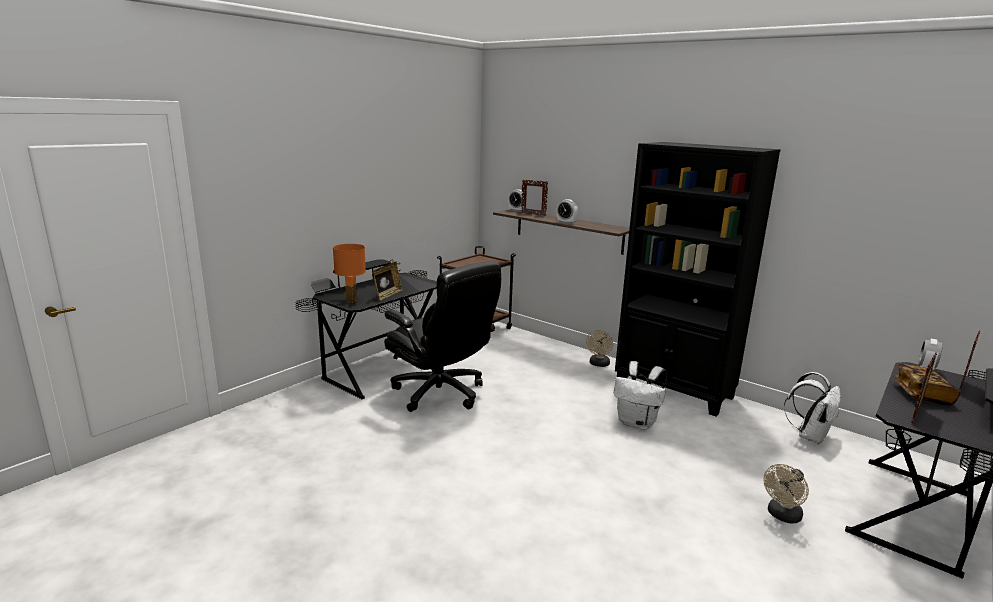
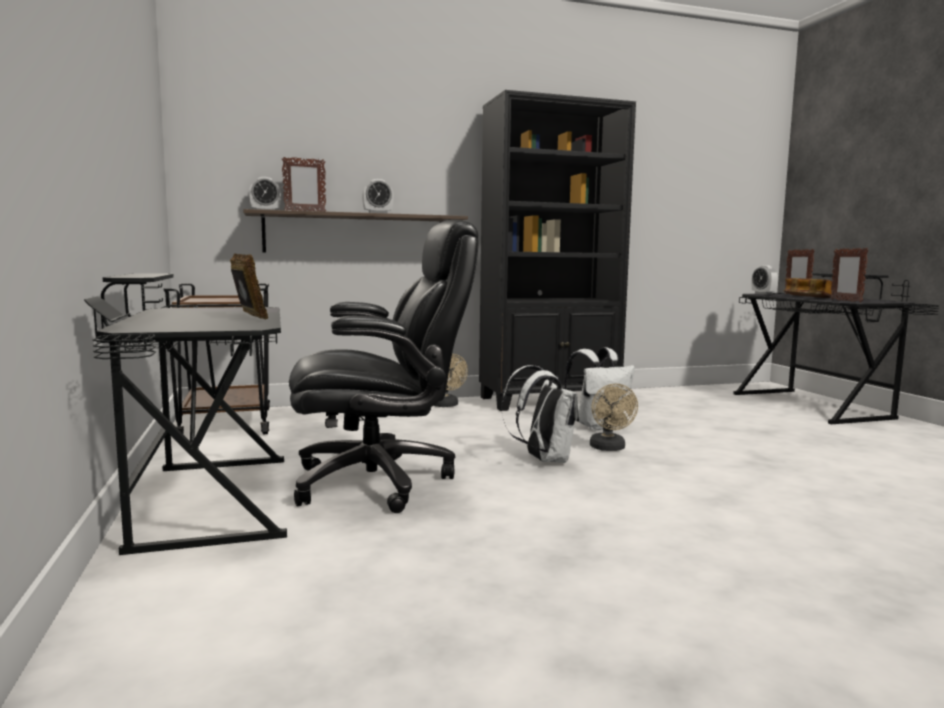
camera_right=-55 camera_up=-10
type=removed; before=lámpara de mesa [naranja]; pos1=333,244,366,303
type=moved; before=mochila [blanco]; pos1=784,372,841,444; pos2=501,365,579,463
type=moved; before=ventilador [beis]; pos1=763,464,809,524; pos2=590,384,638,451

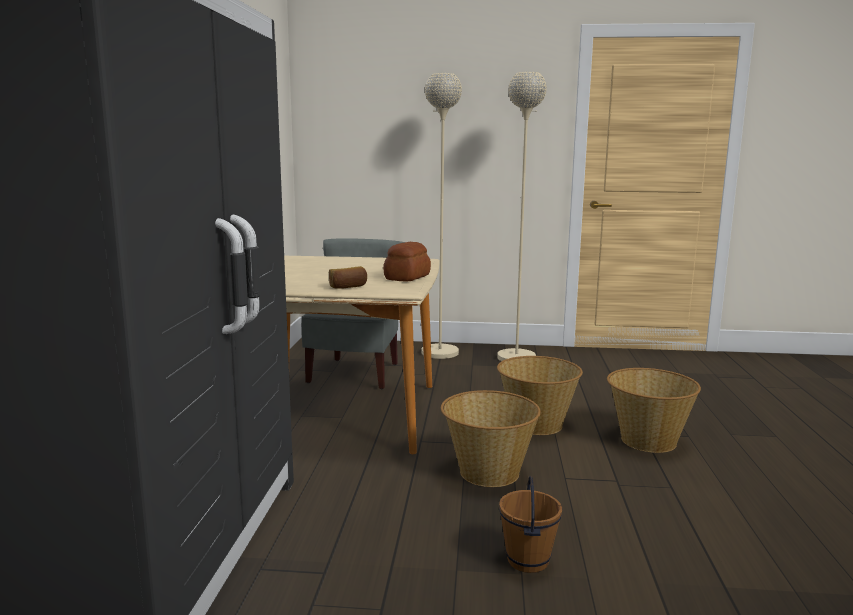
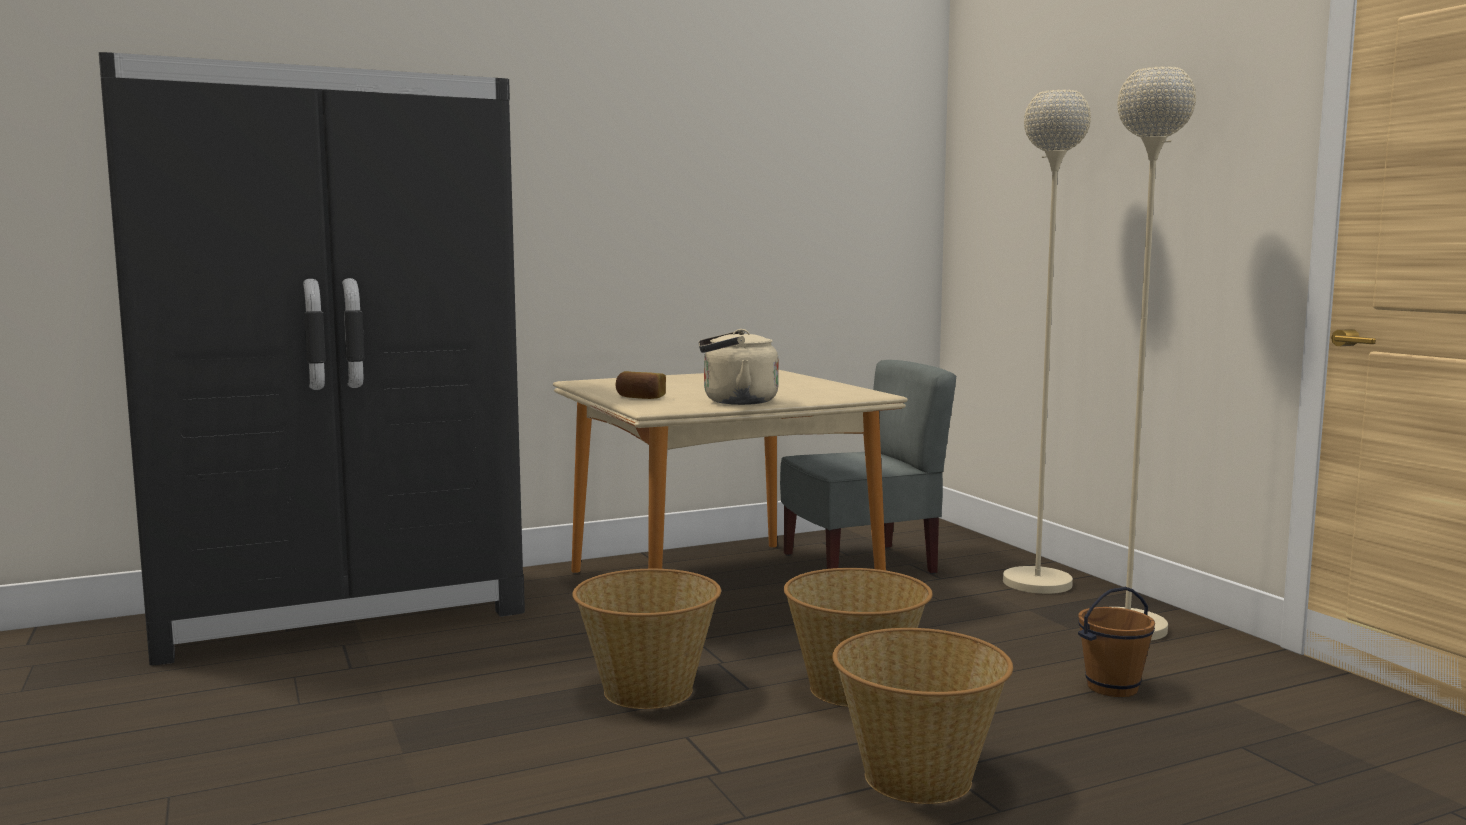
camera_right=60 camera_up=-5
type=replaced; before=pan; after=hervidor [beis]; pos1=383,242,431,281; pos2=698,329,779,405
type=moved; before=cubo [marrón]; pos1=499,476,562,573; pos2=1078,587,1155,697

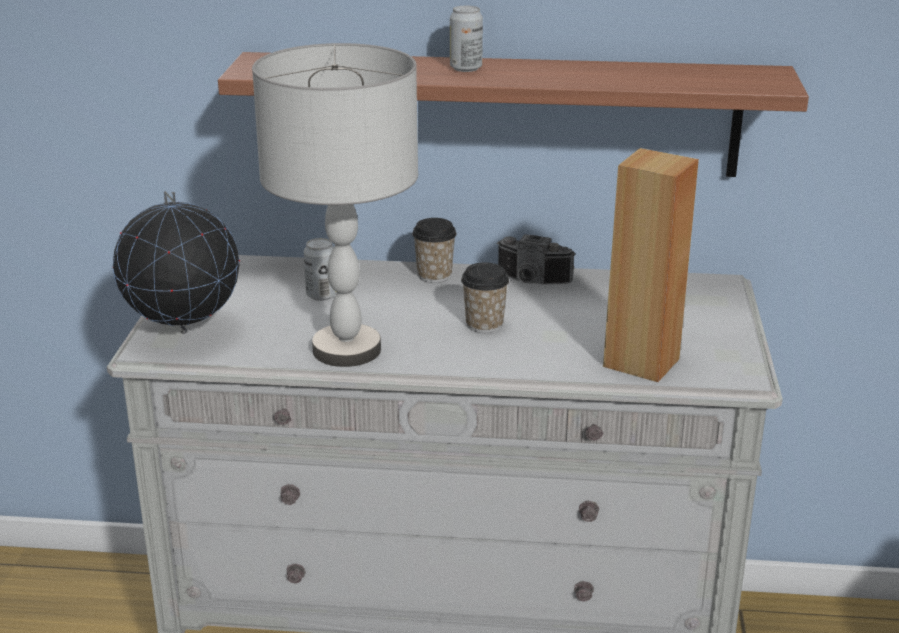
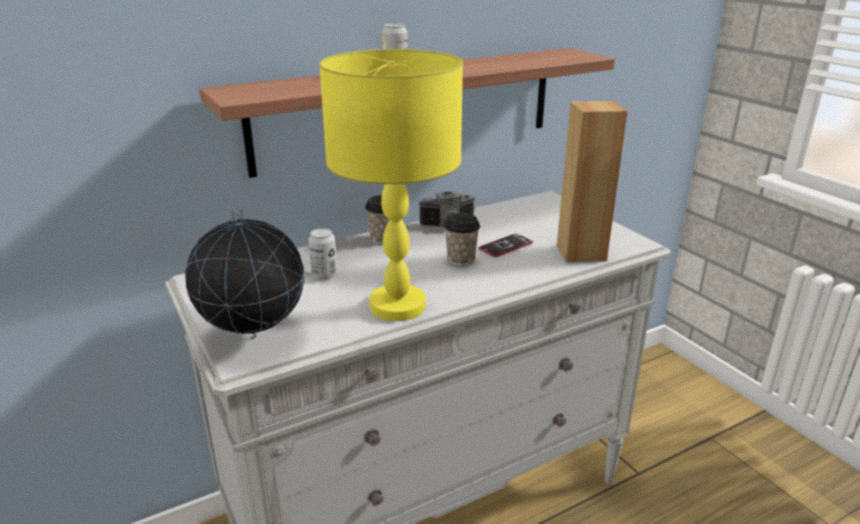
camera_right=-35 camera_up=0
type=recoloured; before=lámpara de mesa [gris]; after=lámpara de mesa [amarillo]; pos1=252,43,418,367; pos2=319,49,463,321
type=added; after=móvil; pos2=478,234,533,257

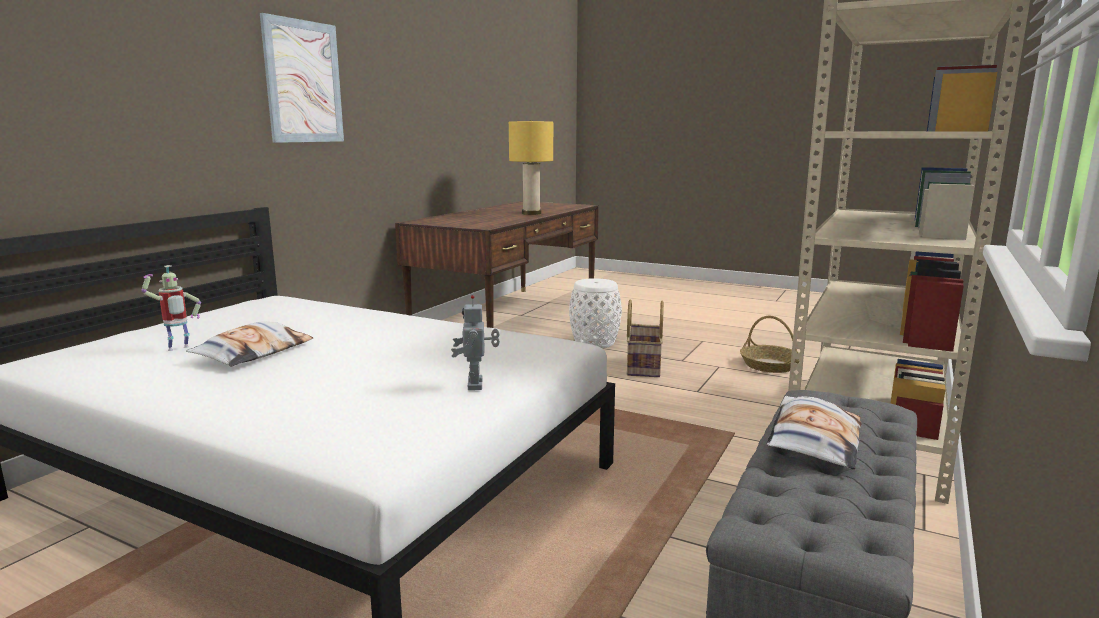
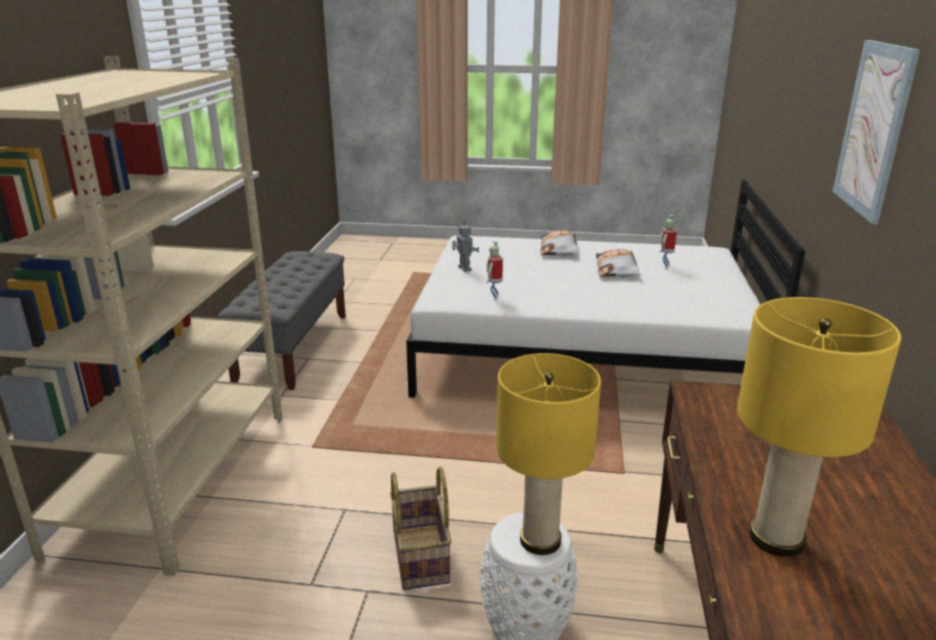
camera_right=160 camera_up=10
type=removed; before=cesta; pos1=740,316,799,373
type=moved; before=cojín; pos1=767,396,862,469; pos2=541,230,577,255
type=added; after=robot de juguete; pos2=486,241,503,300
type=added; after=lámpara de mesa [amarillo]; pos2=496,353,601,555

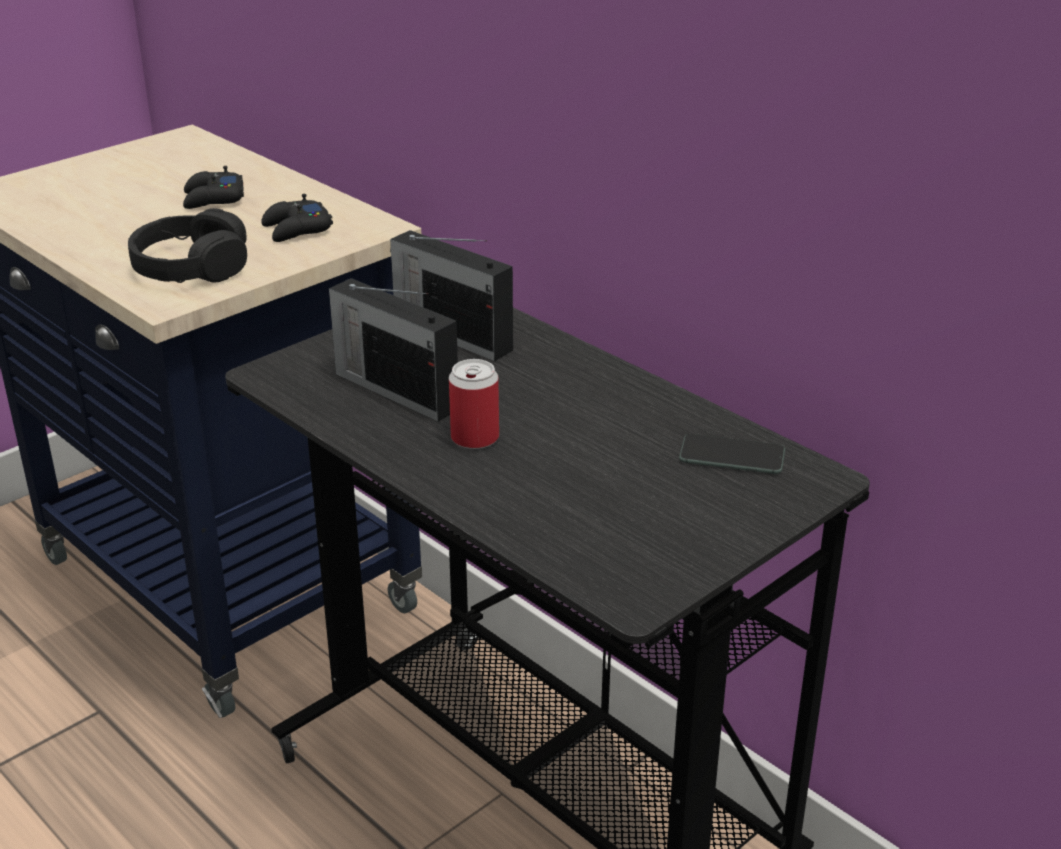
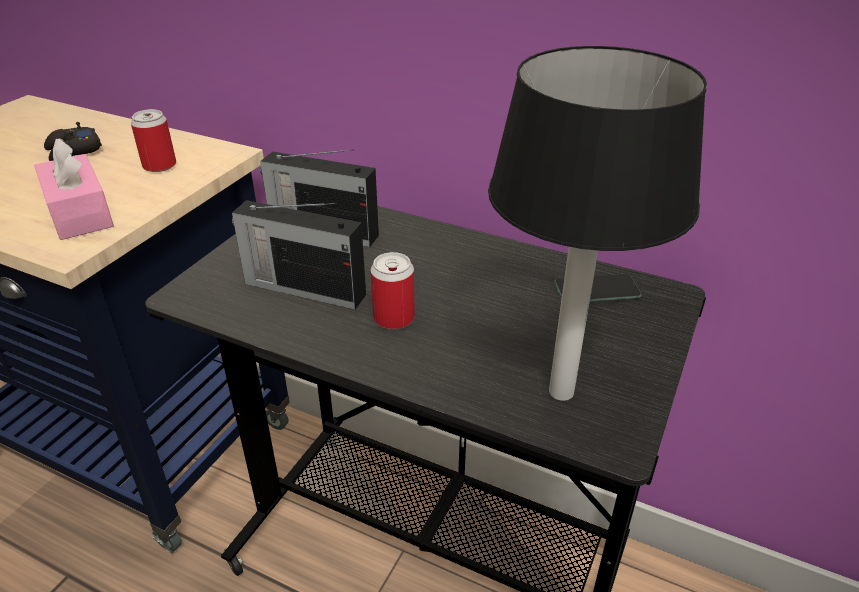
camera_right=-20 camera_up=5
type=replaced; before=mando de consola [negro]; after=lata; pos1=261,194,333,242; pos2=131,109,176,172
type=replaced; before=auriculares [negro]; after=caja de pañuelos [rosa]; pos1=128,208,247,283; pos2=34,138,114,240
type=added; after=lámpara de mesa; pos2=488,46,707,401

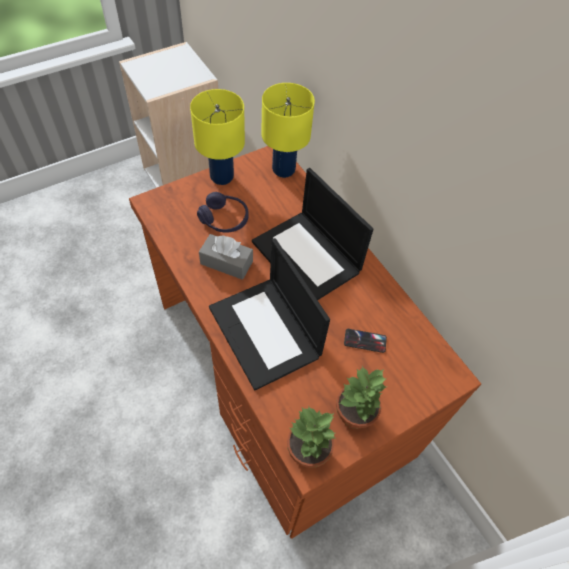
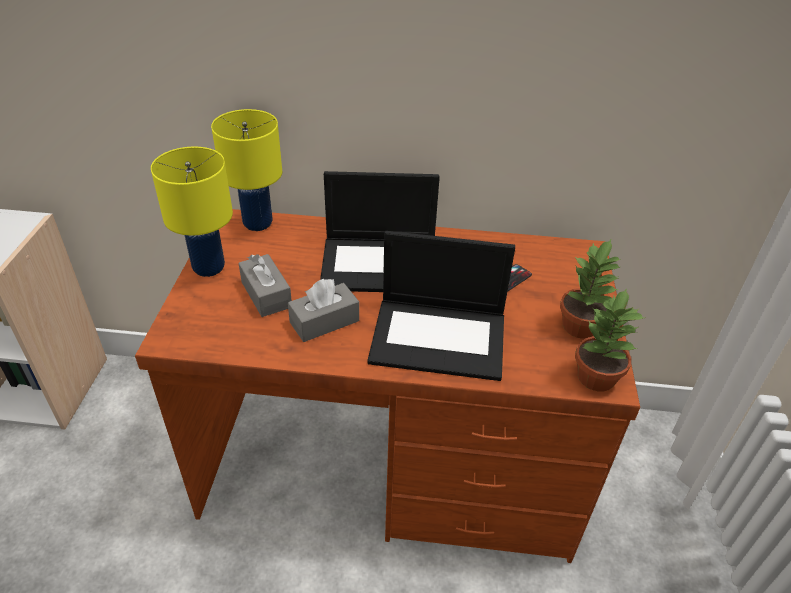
camera_right=-50 camera_up=-15
type=replaced; before=auriculares [morado]; after=caja de pañuelos [gris]; pos1=197,192,249,233; pos2=239,254,292,317

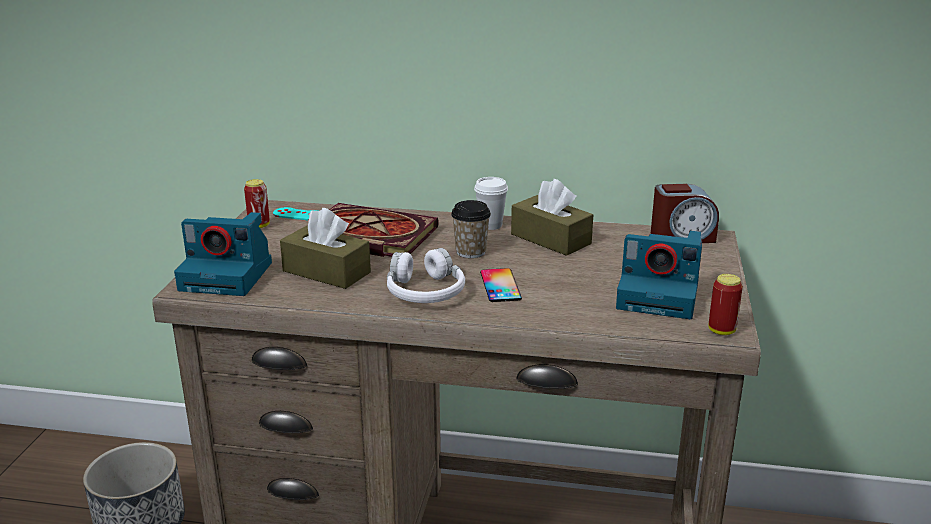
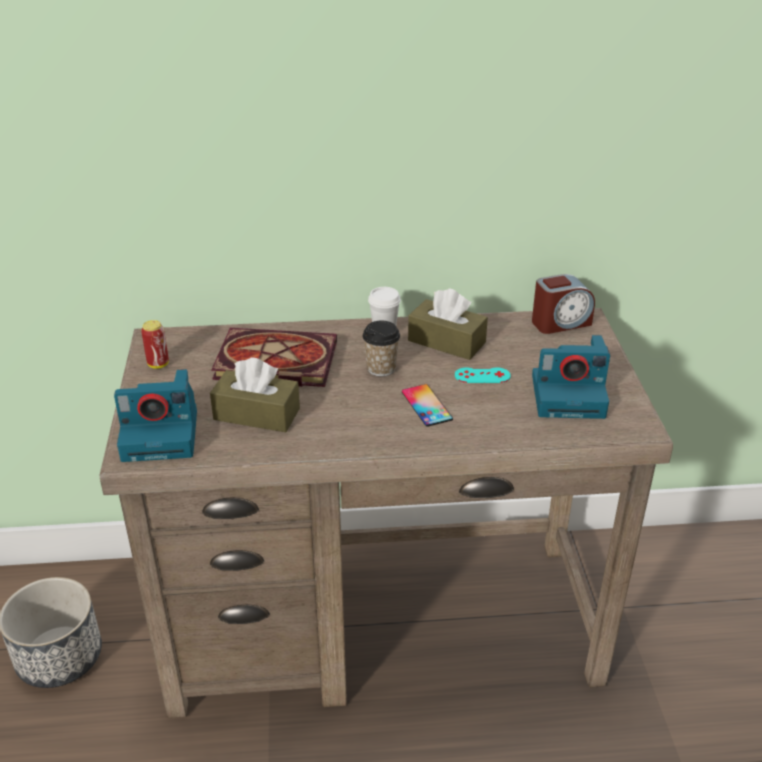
camera_right=-15 camera_up=10
type=moved; before=mando de consola [turquesa]; pos1=273,207,318,221; pos2=455,367,511,383
type=removed; before=auriculares [blanco]; pos1=387,248,465,303
type=removed; before=lata; pos1=709,274,743,335

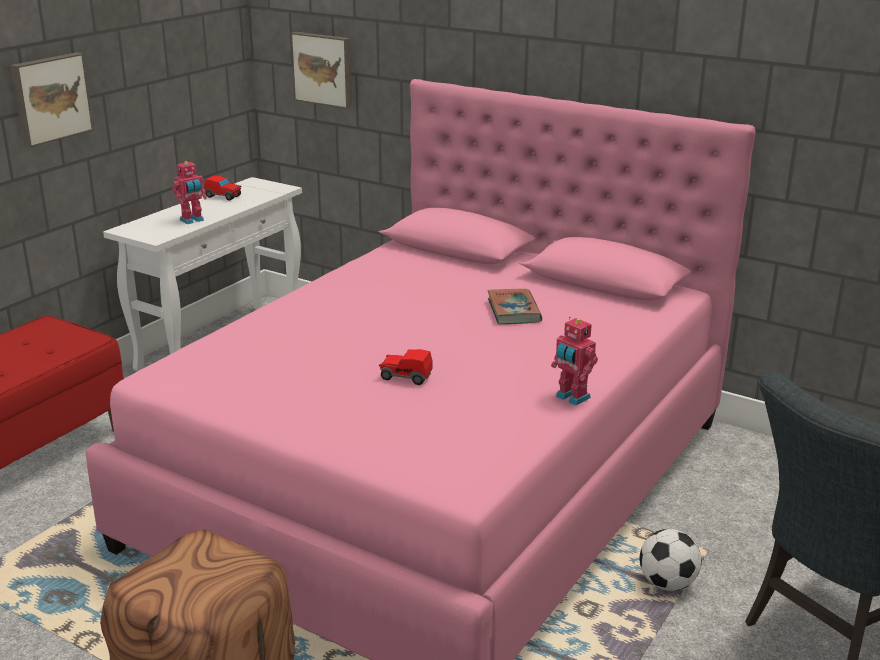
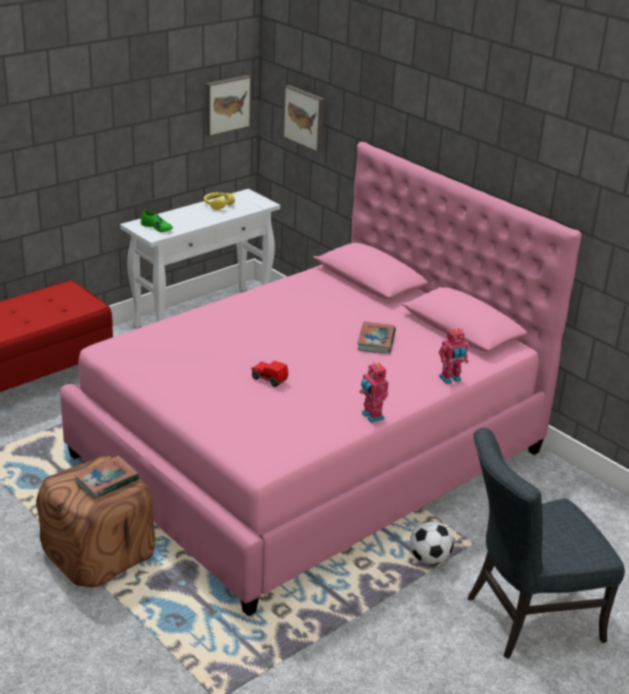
camera_right=15 camera_up=5
type=moved; before=cuadro; pos1=11,52,94,147; pos2=205,75,251,136
type=moved; before=robot de juguete; pos1=173,161,207,224; pos2=439,328,469,384
type=replaced; before=coche de juguete; after=auriculares [amarillo]; pos1=204,175,242,201; pos2=204,192,235,210
type=added; after=zapato [verde]; pos2=141,210,173,232
type=added; after=libro; pos2=74,456,139,499

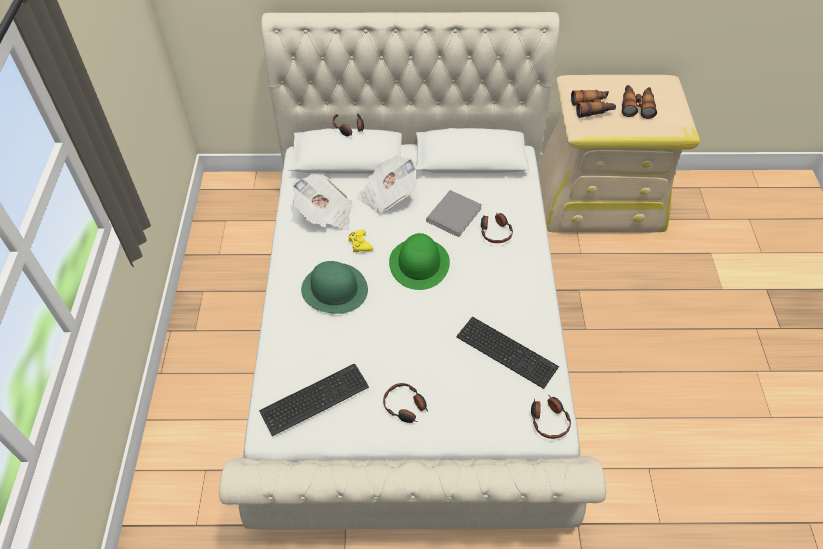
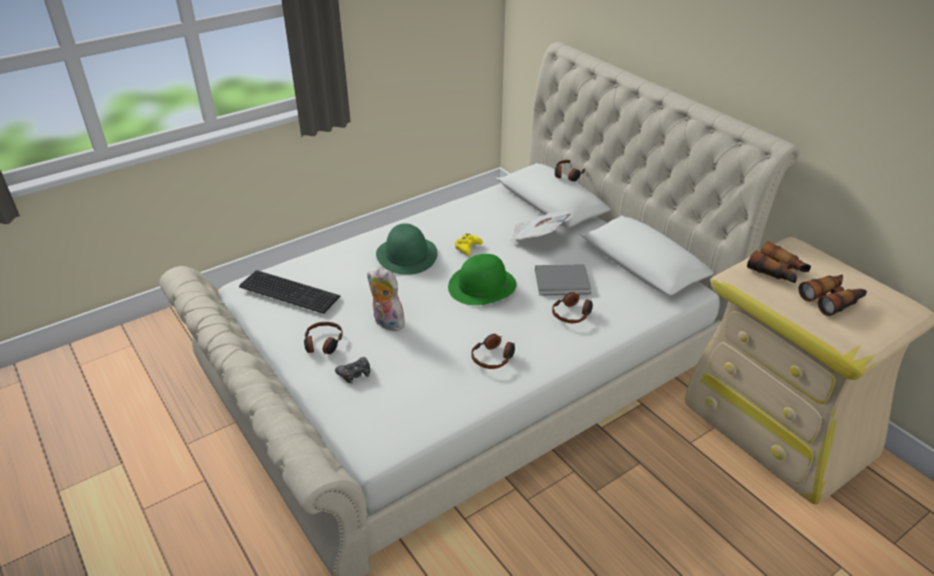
camera_right=55 camera_up=-15
type=removed; before=periódico; pos1=292,174,352,230
type=removed; before=teclado; pos1=457,317,559,389
type=moved; before=auriculares; pos1=531,395,571,439; pos2=471,334,515,369
type=added; after=peluche; pos2=367,267,407,331
type=added; after=mando de consola [negro]; pos2=335,357,370,384

